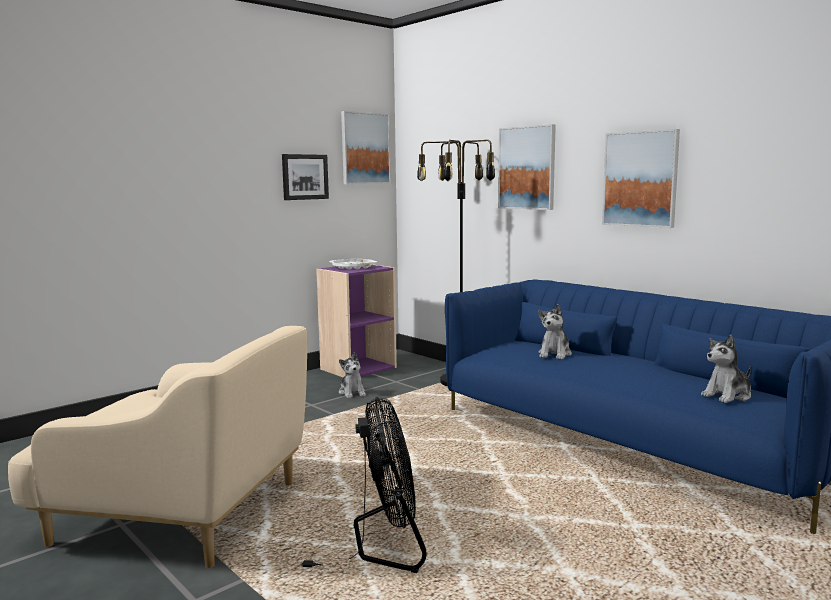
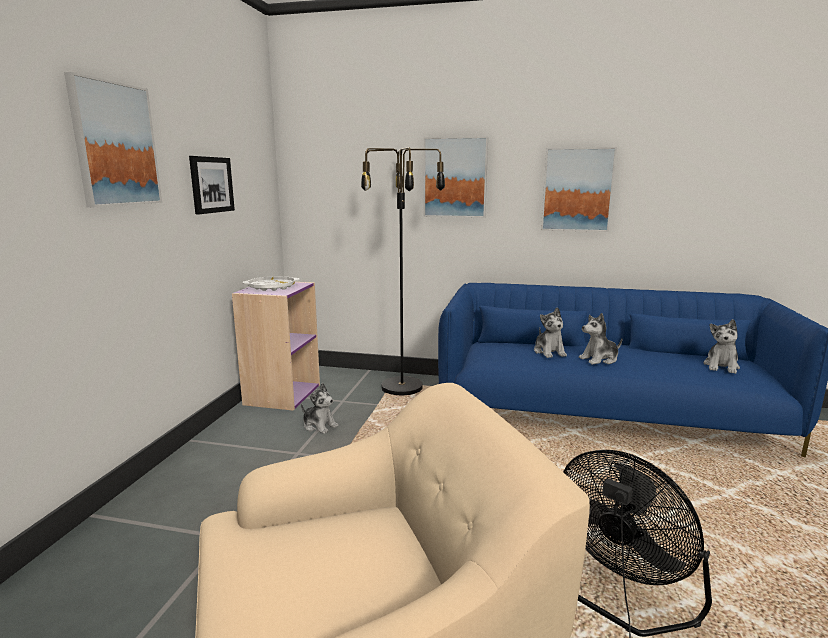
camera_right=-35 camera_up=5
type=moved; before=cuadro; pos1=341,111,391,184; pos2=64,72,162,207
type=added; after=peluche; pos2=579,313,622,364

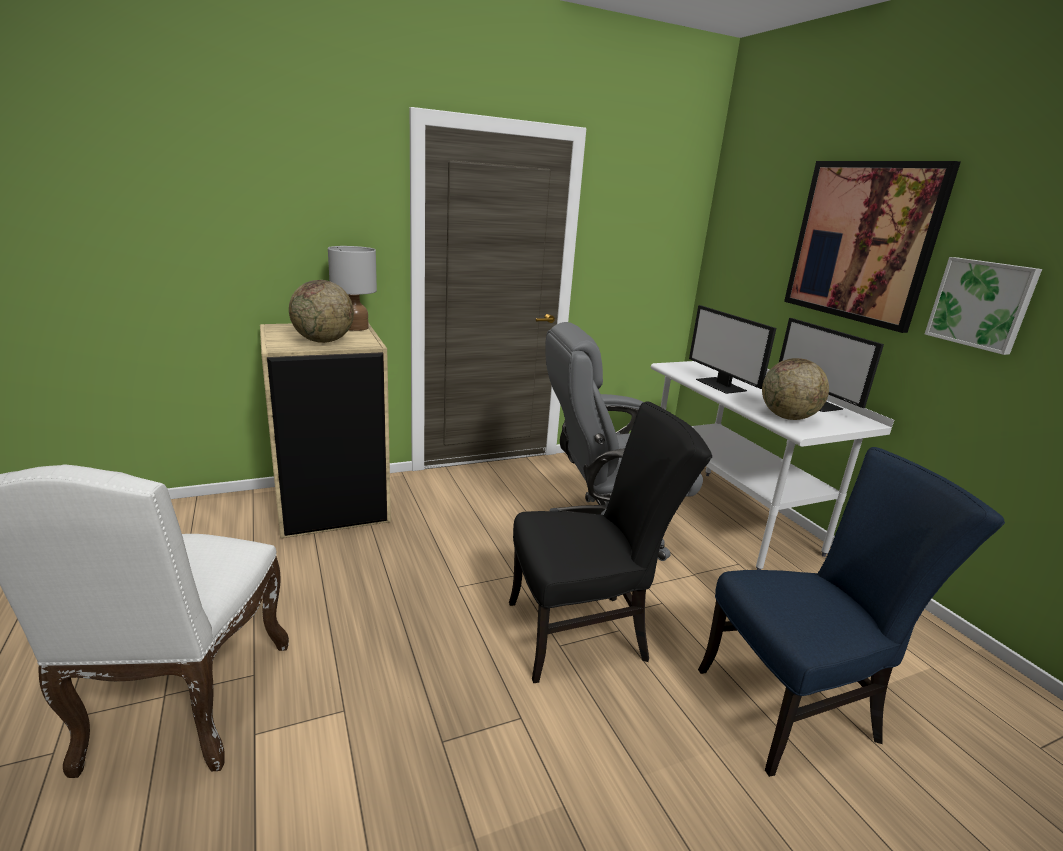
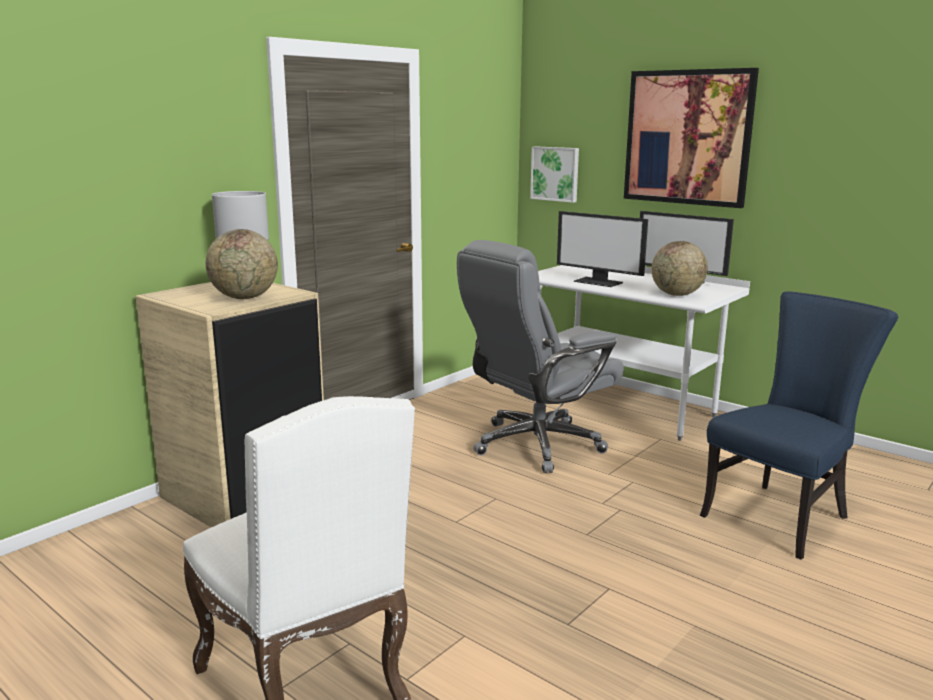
camera_right=-25 camera_up=-5
type=moved; before=cuadro; pos1=925,257,1042,355; pos2=530,146,579,203
type=removed; before=silla [negro]; pos1=509,401,712,683

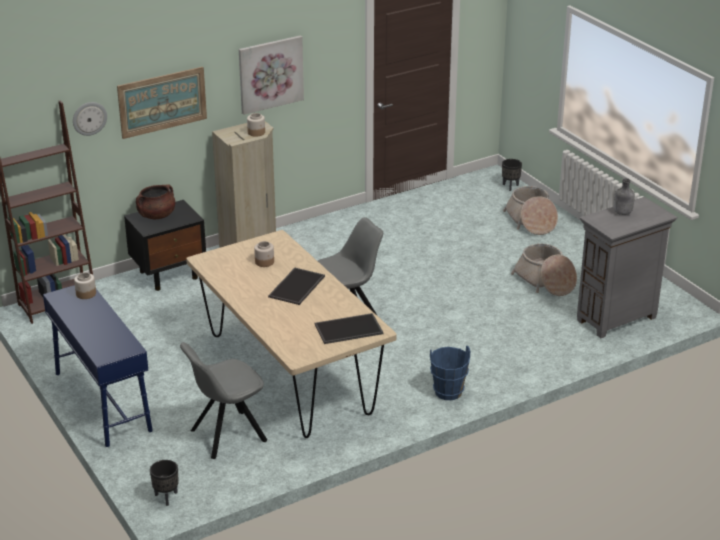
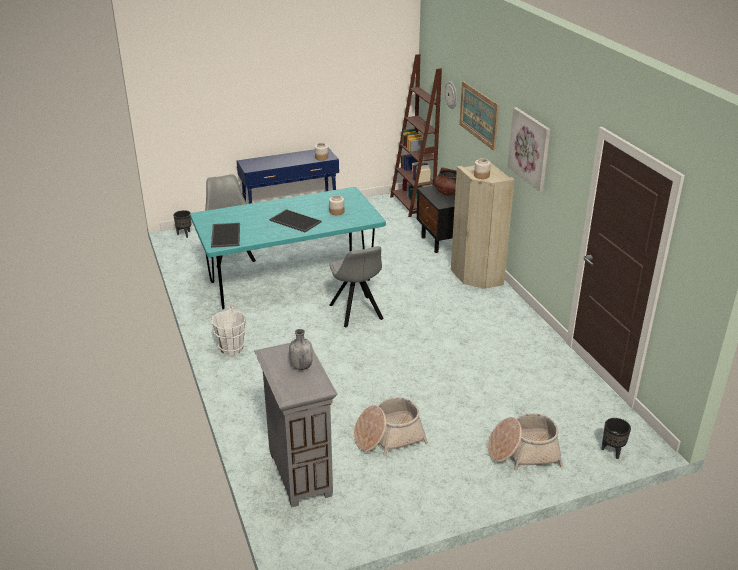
camera_right=100 camera_up=0
type=recoloured; before=mesa de comedor [beis]; after=mesa de comedor [turquesa]; pos1=186,230,397,438; pos2=190,187,386,309
type=recoloured; before=cubo [azul]; after=cubo [blanco]; pos1=430,346,470,400; pos2=211,303,246,355

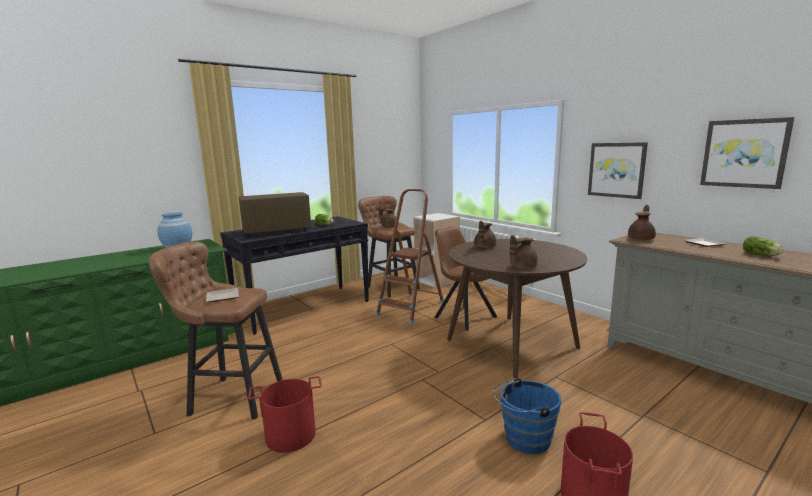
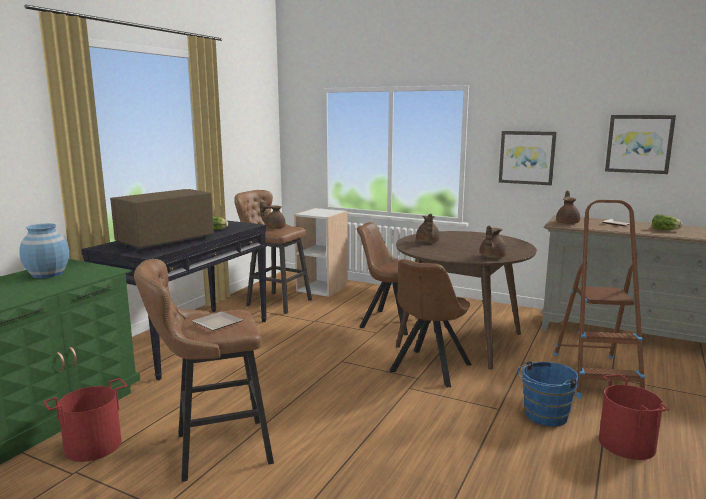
camera_right=-25 camera_up=0
type=moved; before=escalera de tijera [marrón]; pos1=376,189,444,324; pos2=554,200,645,399
type=moved; before=cubo [rojo]; pos1=248,376,322,453; pos2=44,378,127,462
type=added; after=silla [marrón]; pos2=390,259,472,387

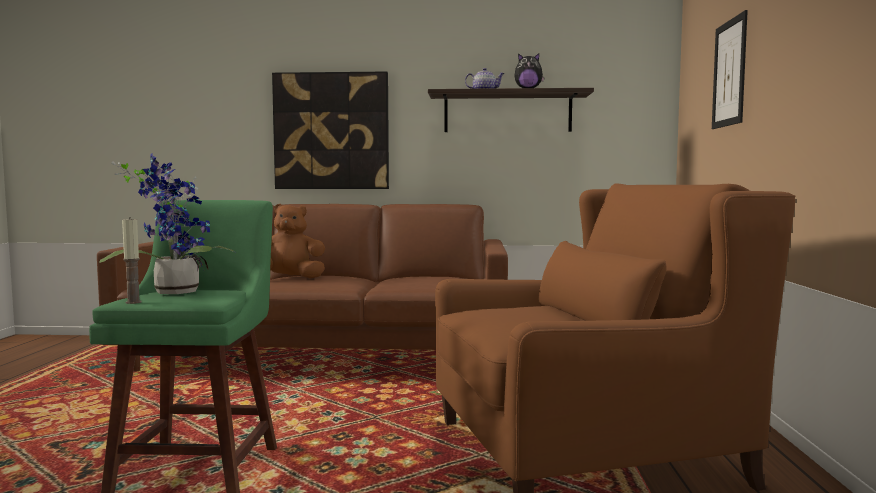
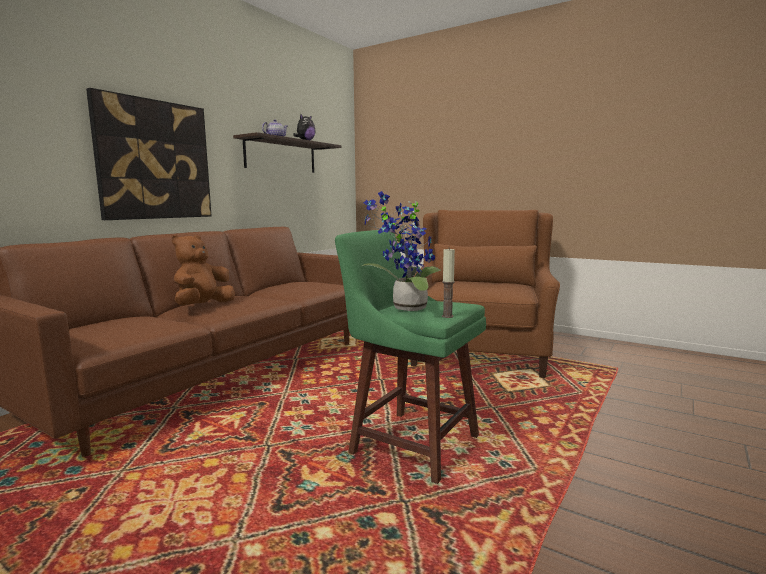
camera_right=-60 camera_up=5
type=removed; before=cuadro; pos1=712,10,748,129

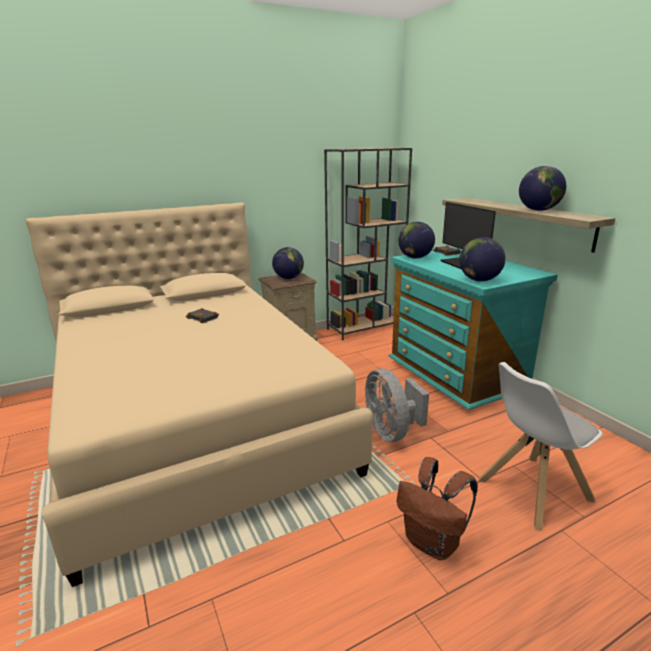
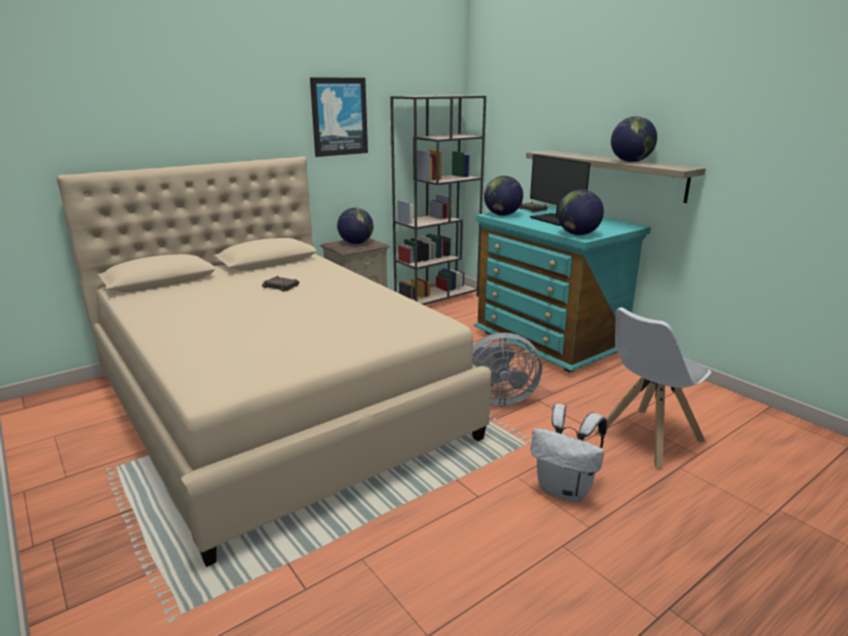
camera_right=-10 camera_up=0
type=turned; before=ventilador [gris]; pos1=365,369,429,442; pos2=472,333,542,406; turn=-60
type=recoloured; before=mochila [marrón]; after=mochila [blanco]; pos1=396,457,478,560; pos2=530,404,607,502
type=added; after=cuadro; pos2=310,77,368,157

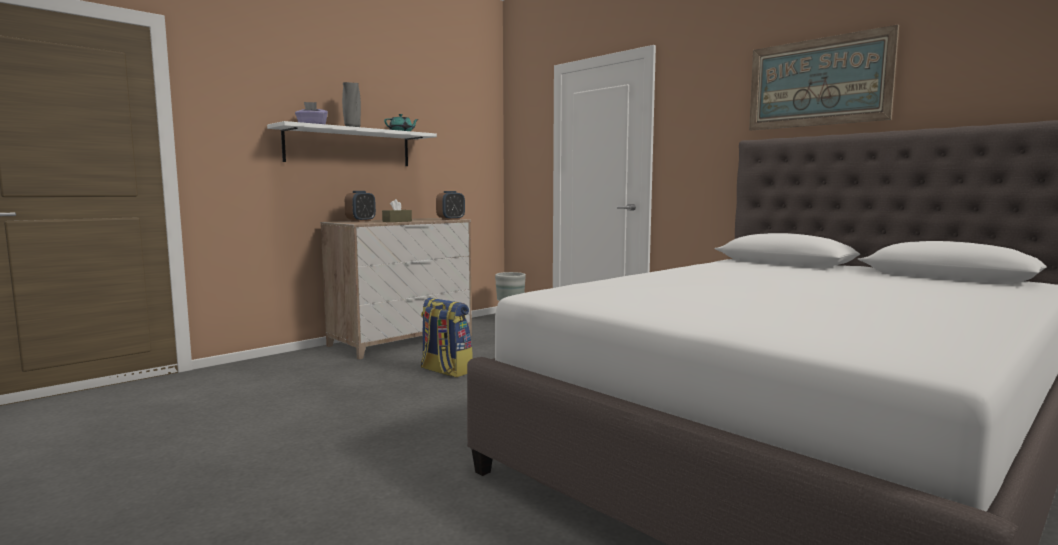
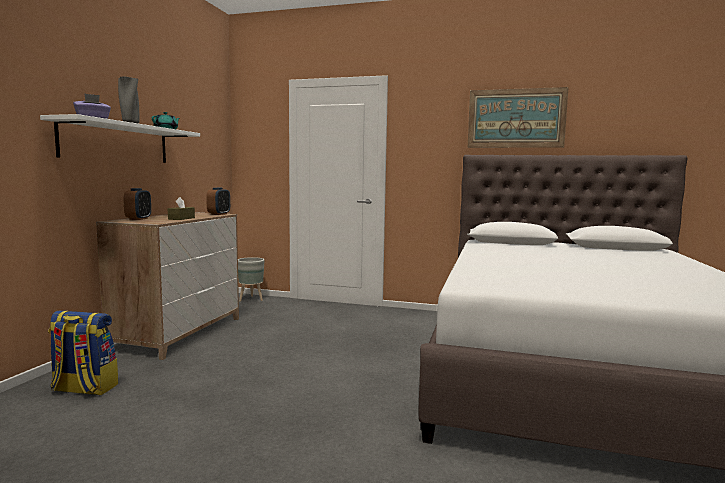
camera_right=-30 camera_up=0
type=moved; before=mochila; pos1=421,298,473,377; pos2=48,311,118,396

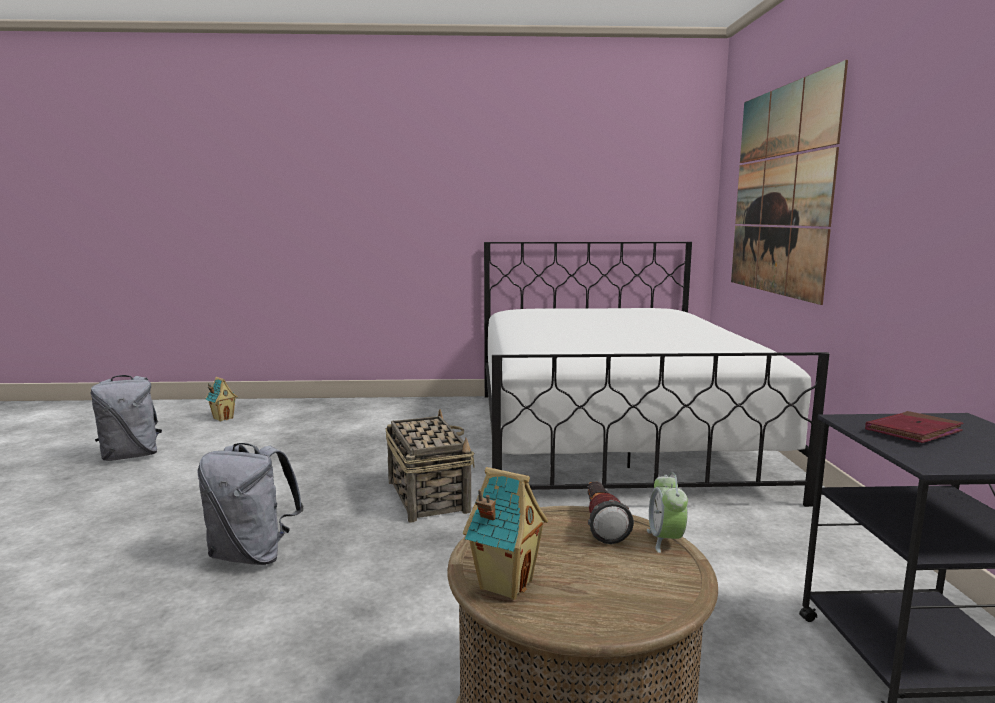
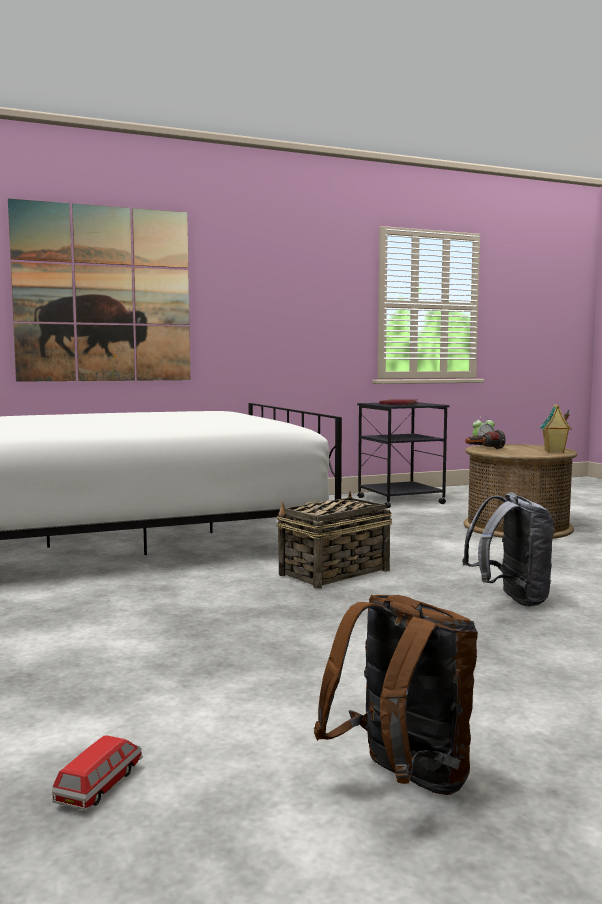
camera_right=-110 camera_up=-5
type=recoloured; before=mochila [gris]; after=mochila [marrón]; pos1=91,375,162,461; pos2=314,595,478,795
type=replaced; before=casita; after=coche de juguete; pos1=205,377,238,421; pos2=52,735,143,810

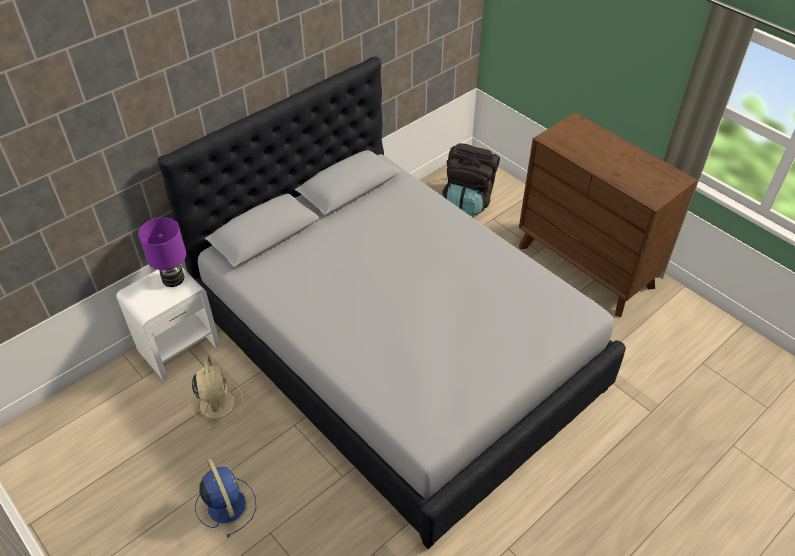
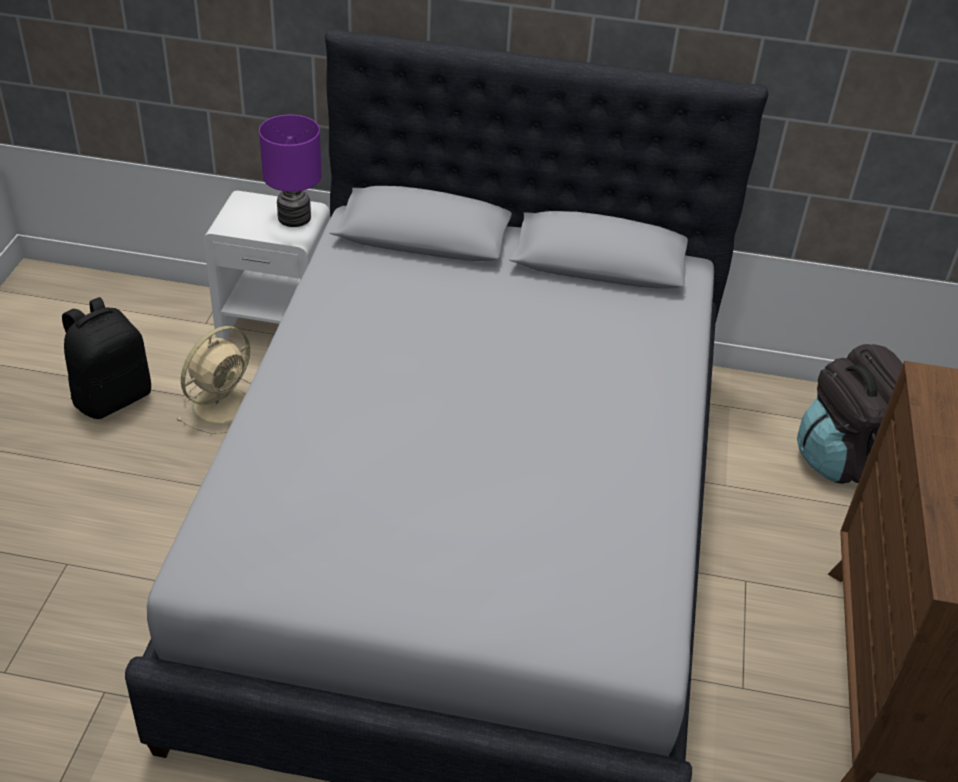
camera_right=50 camera_up=-5
type=removed; before=ventilador [azul]; pos1=195,458,256,538
type=added; after=mochila [negro]; pos2=62,297,151,419

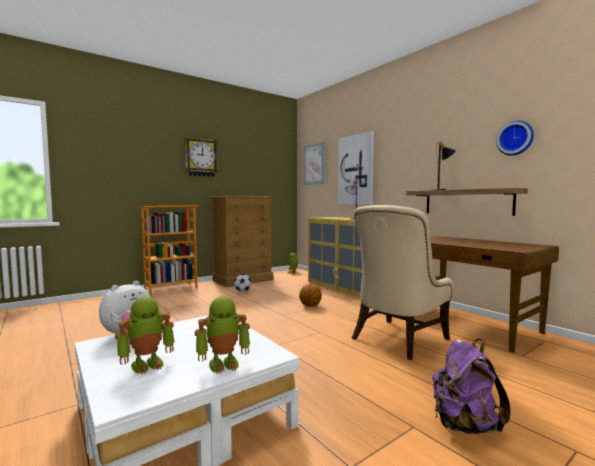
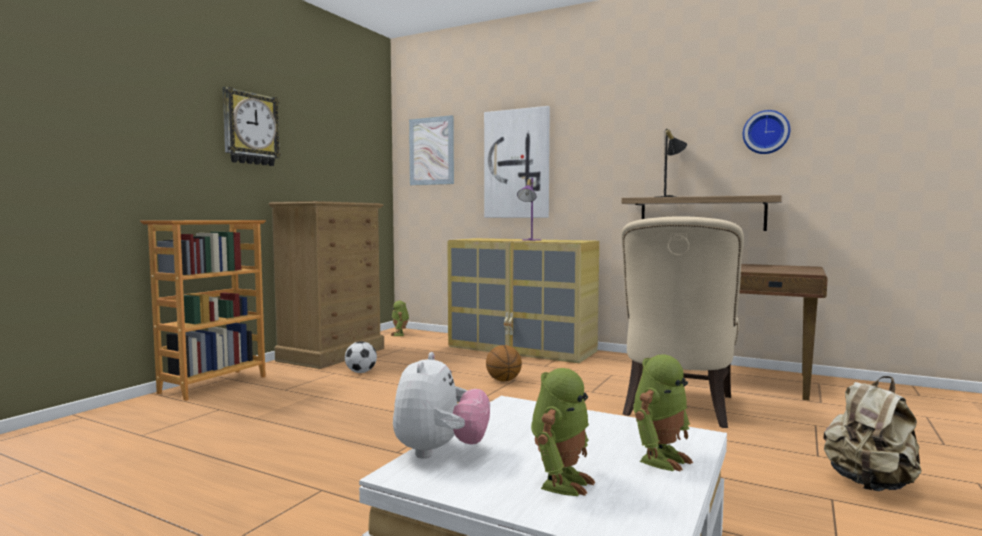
camera_right=-25 camera_up=0
type=recoloured; before=mochila [morado]; after=mochila [beis]; pos1=432,339,510,434; pos2=824,376,922,491

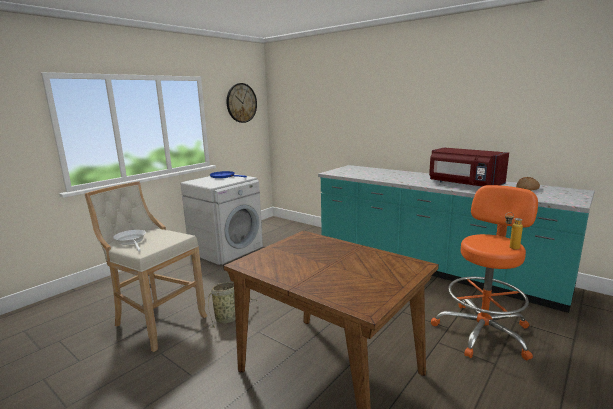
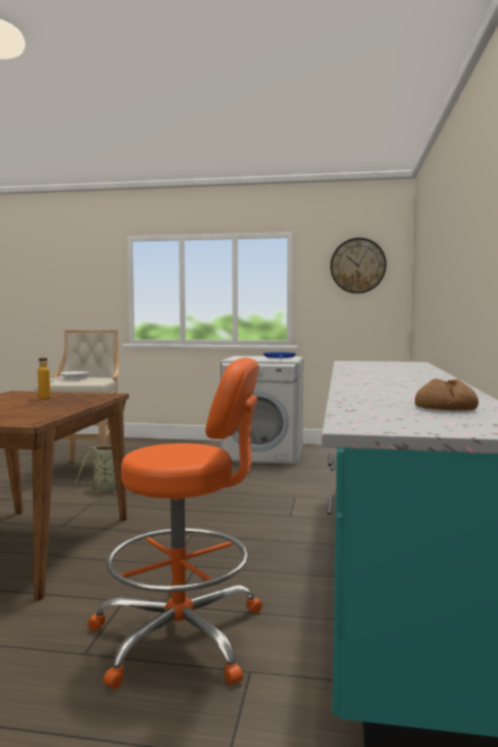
camera_right=60 camera_up=-10
type=removed; before=microondas [rojo]; pos1=429,148,509,187
type=moved; before=botella; pos1=505,212,523,250; pos2=38,358,50,399

